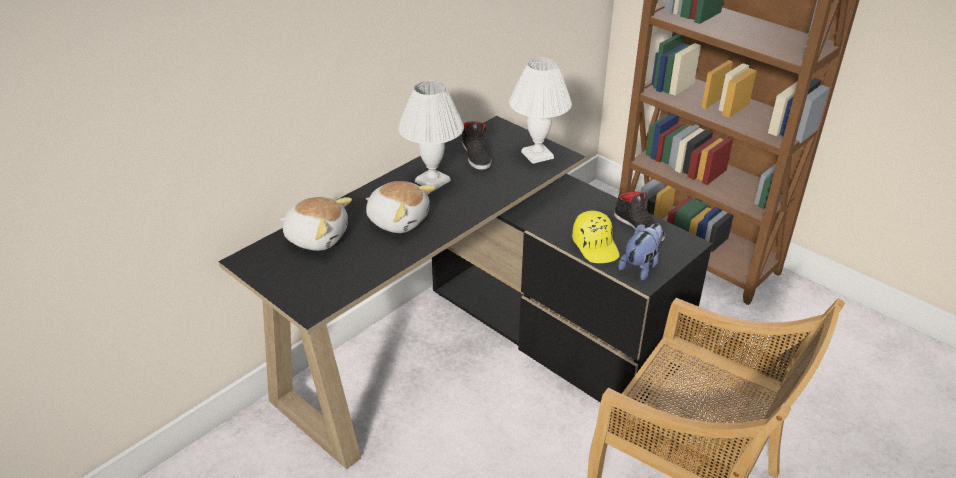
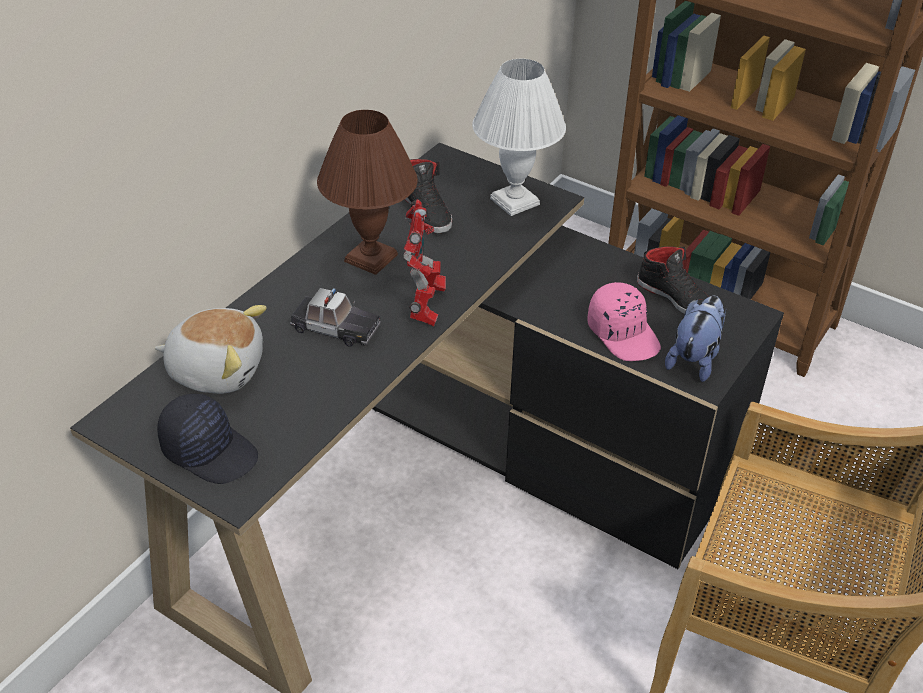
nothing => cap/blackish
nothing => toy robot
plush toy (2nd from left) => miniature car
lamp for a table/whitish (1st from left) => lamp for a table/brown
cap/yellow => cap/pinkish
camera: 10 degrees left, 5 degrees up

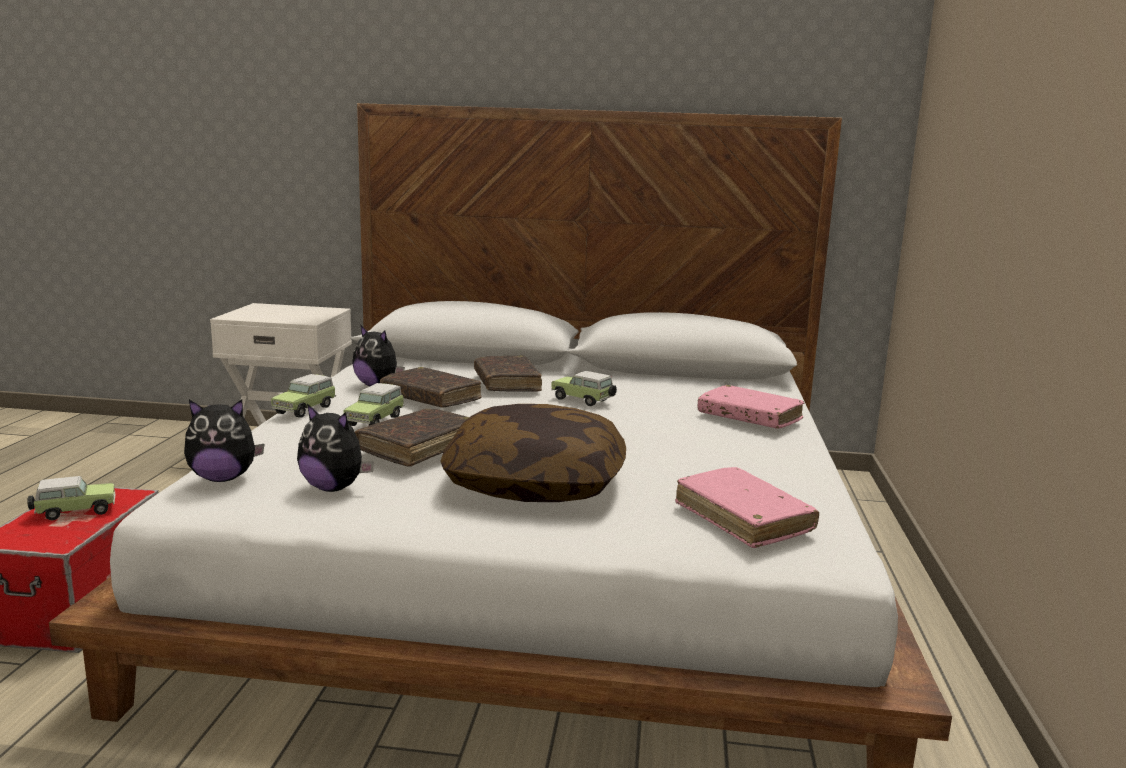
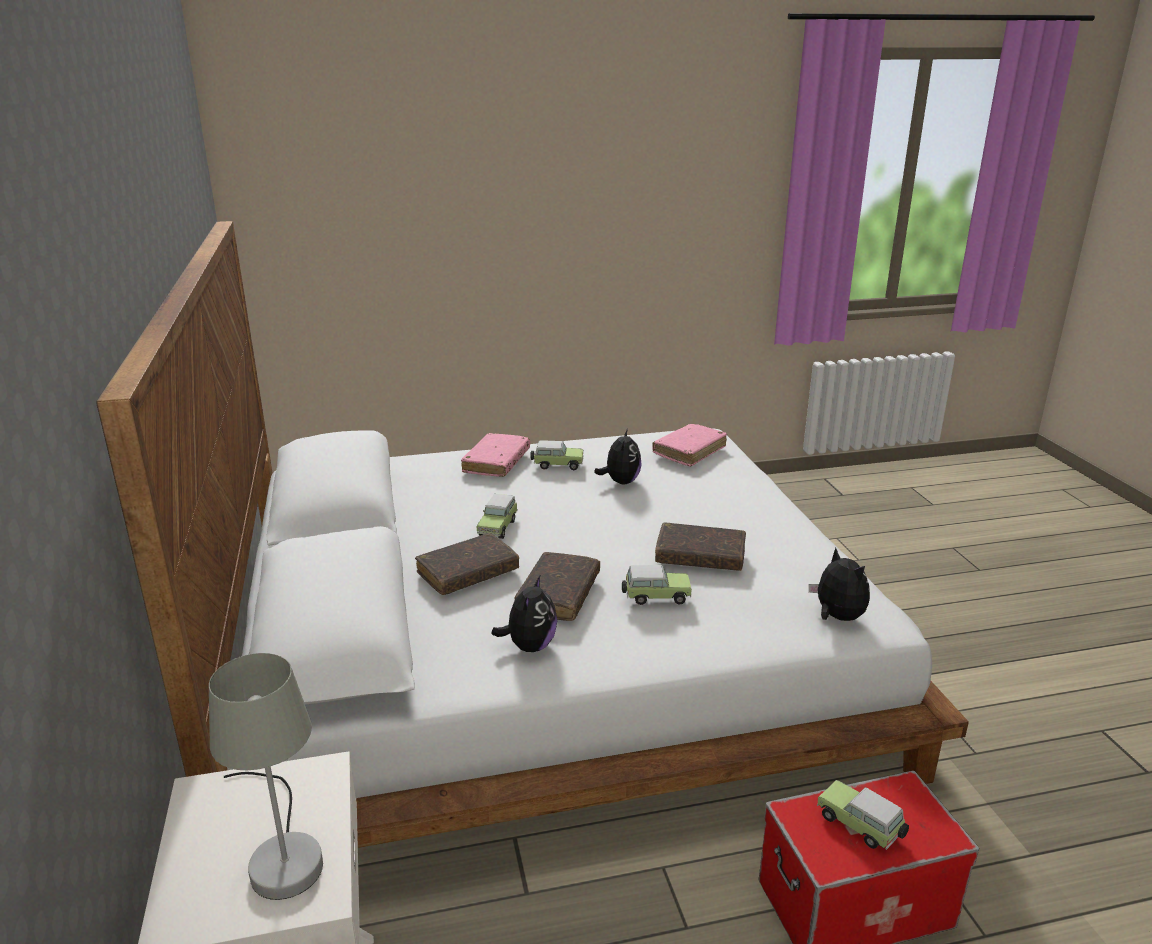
cushion => nothing
nothing => lamp for a table/grey
miniature car (2nd from left), moved
plush toy (2nd from left), moved
camera: 110 degrees left, 10 degrees up

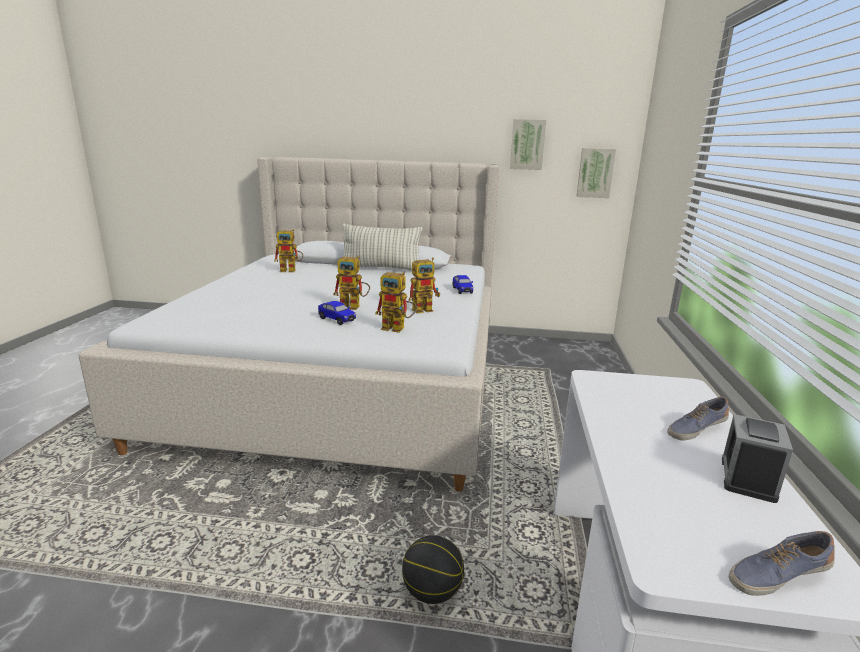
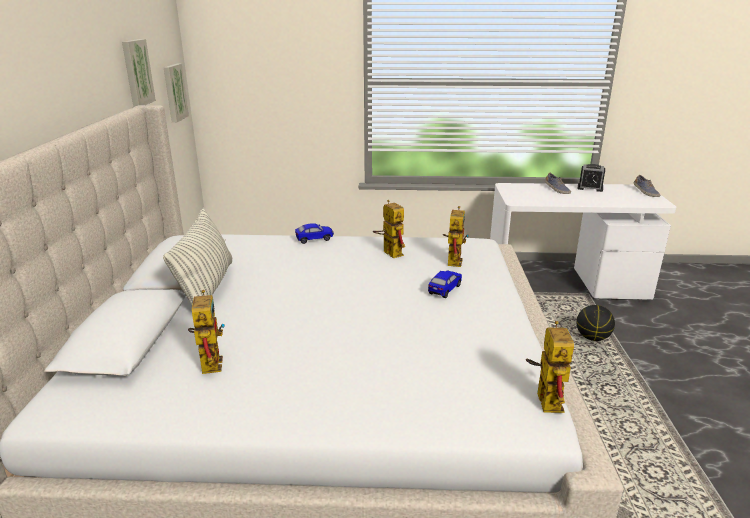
toy robot (2nd from left in the first image) => toy robot (4th from left), moved
camera: 95 degrees left, 5 degrees up

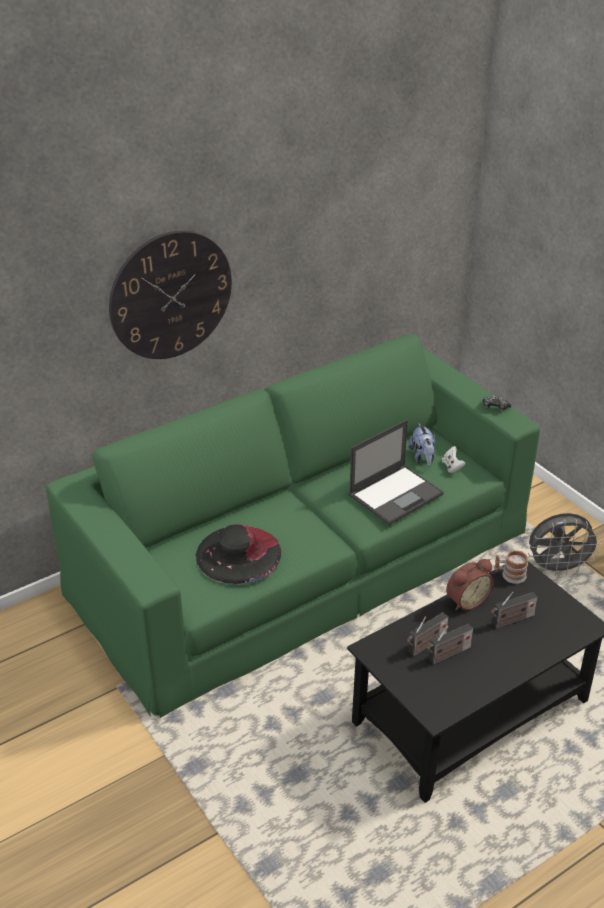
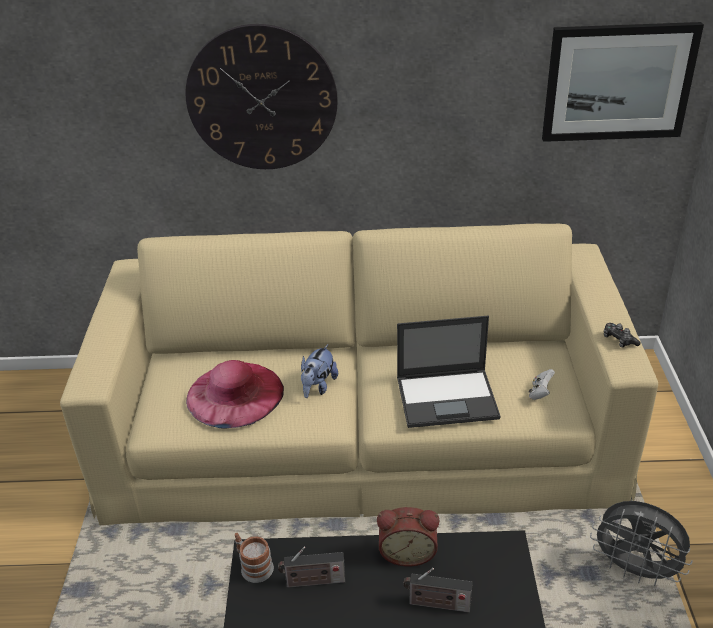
radio receiver (2nd from left) => nothing
nothing => picture
plush toy, moved
mug, moved
couch/green-coloured => couch/beige
clothing hat/blackish => clothing hat/pinkish
camera: 35 degrees right, 0 degrees up

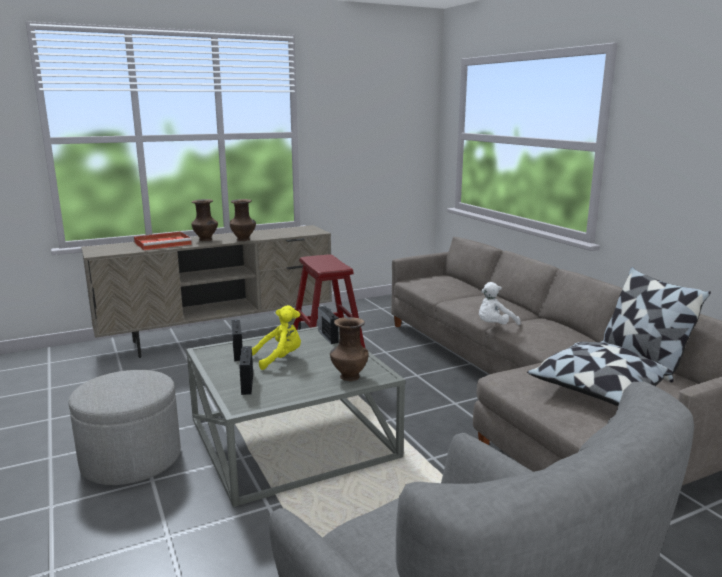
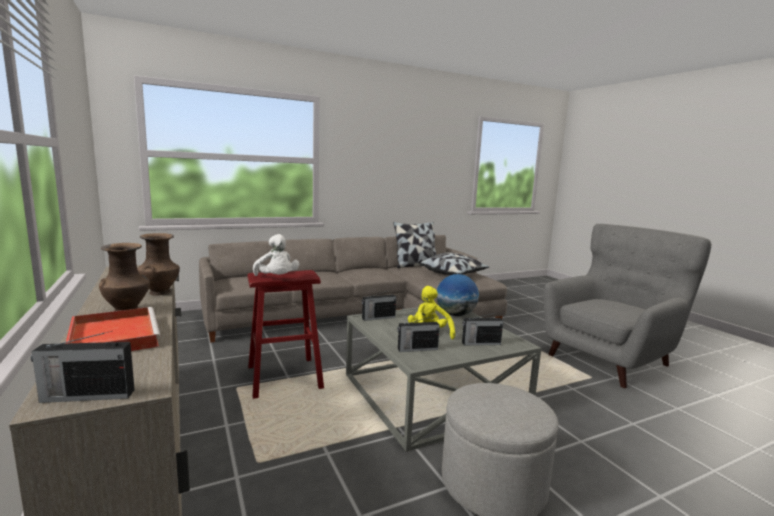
nothing => radio receiver (1st from left)
plush toy/whitish, moved
decorative vase/brown (3rd from left) => globe
camera: 90 degrees left, 5 degrees down

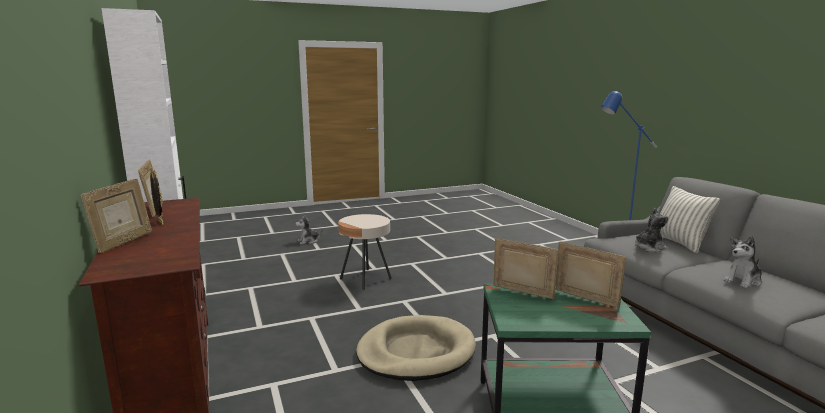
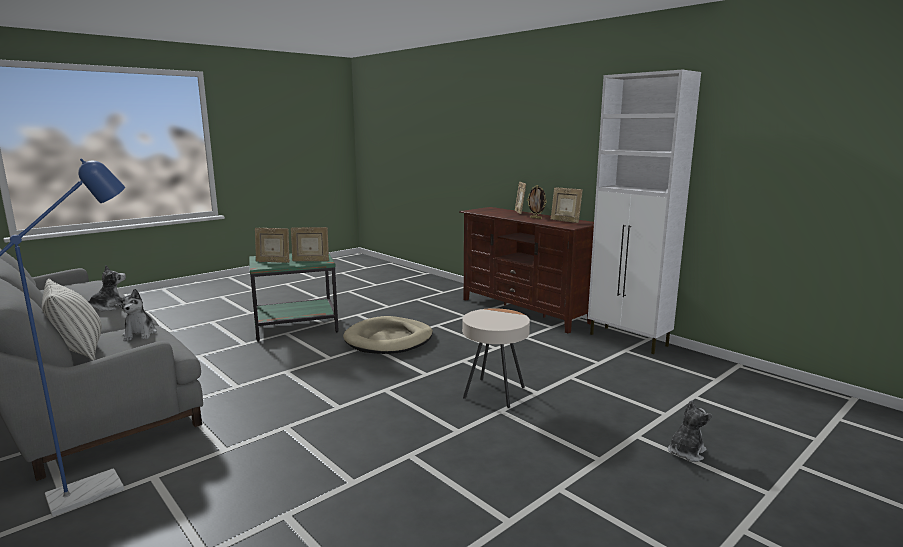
plush toy (2nd from left), 60 degrees counterclockwise
camera: 160 degrees right, 0 degrees up

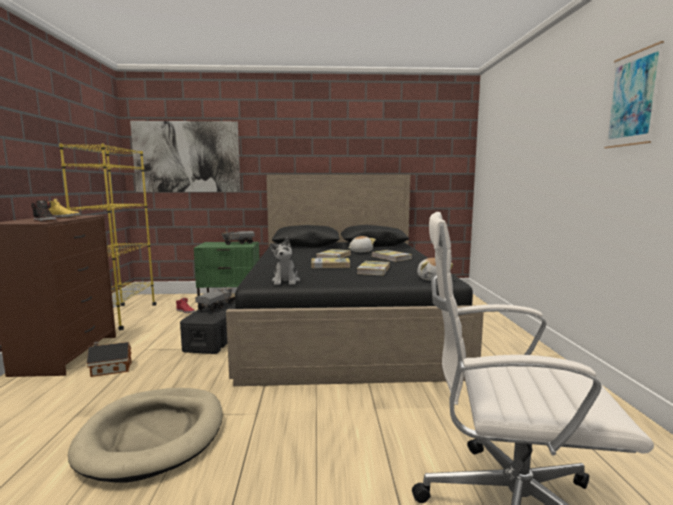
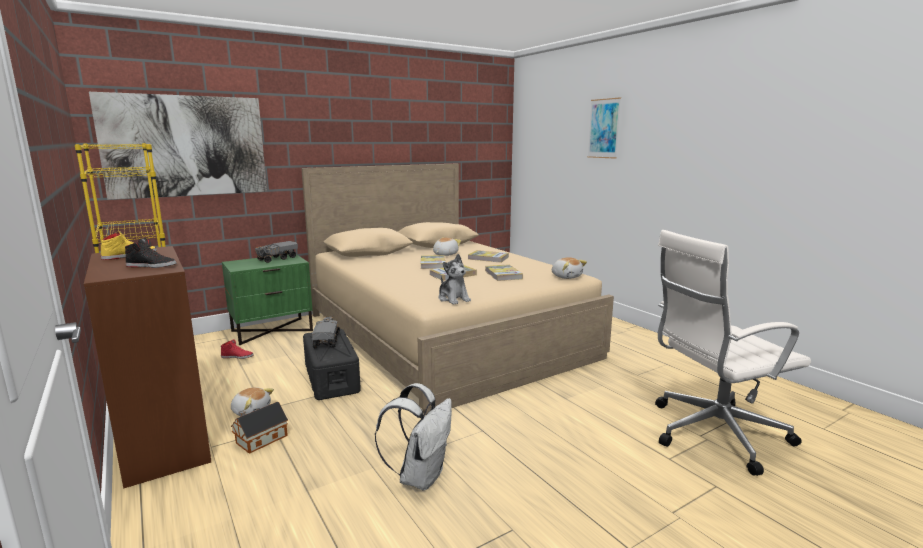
nothing => plush toy (1st from left)
picture (2nd from left), moved
dog cushion/beige => backpack/whitish
bedroom bed/blackish => bedroom bed/beige
camera: 30 degrees left, 5 degrees up

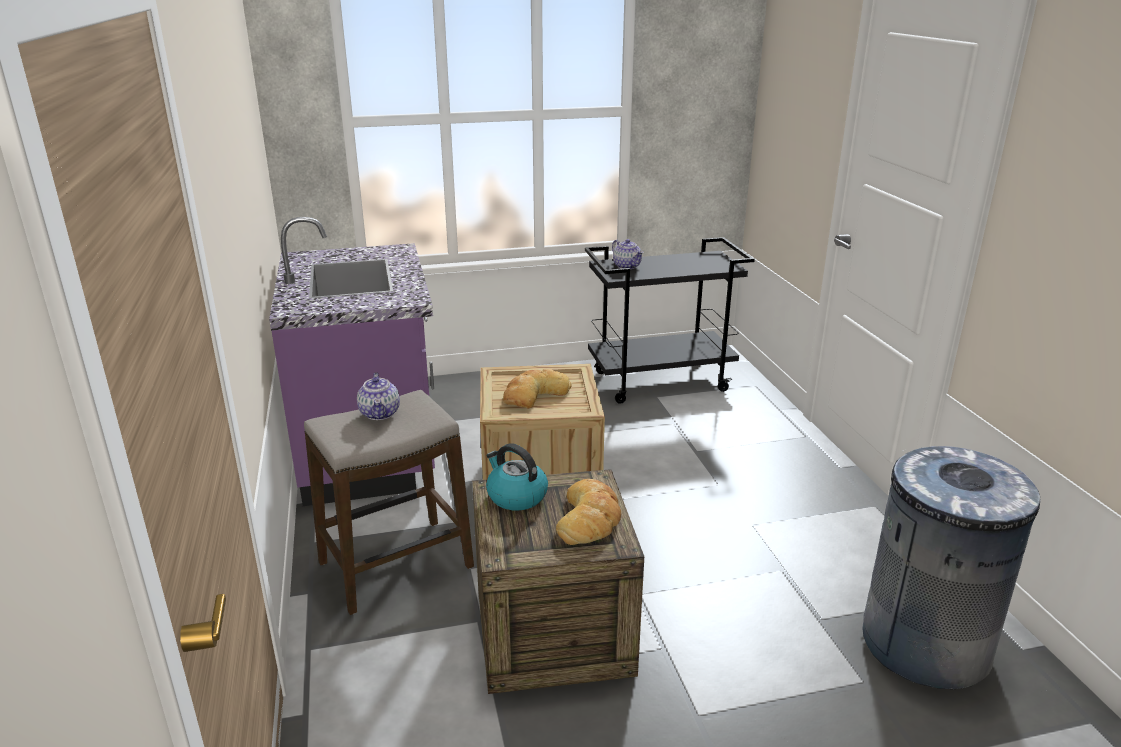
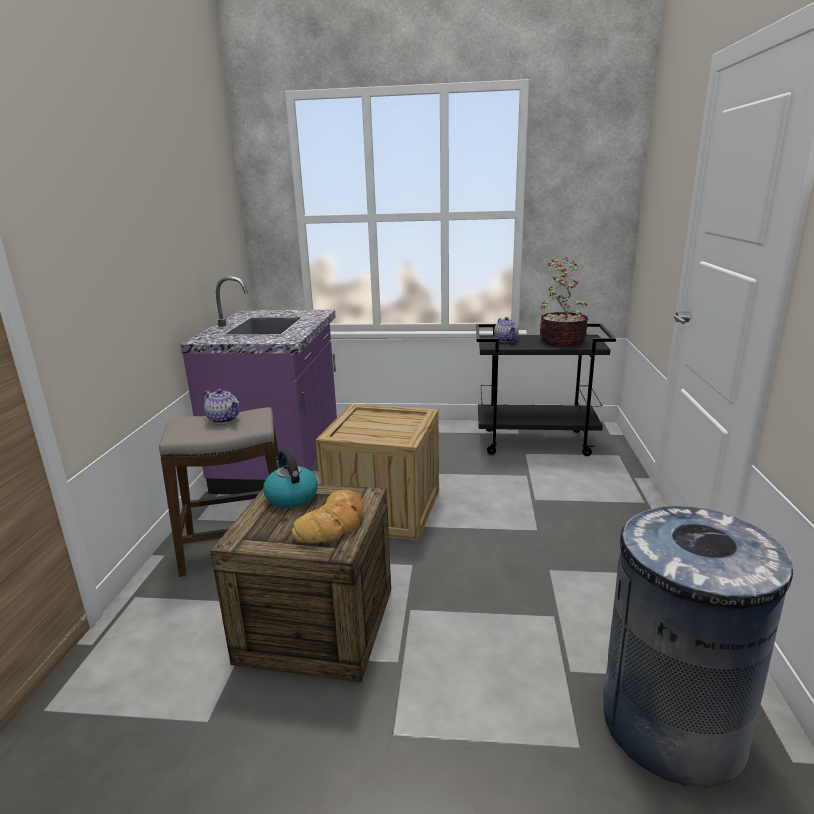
bakery bread (1st from left) => nothing
nothing => plant in a pot
teapot (1st from left), 60 degrees counterclockwise
camera: 20 degrees right, 5 degrees down

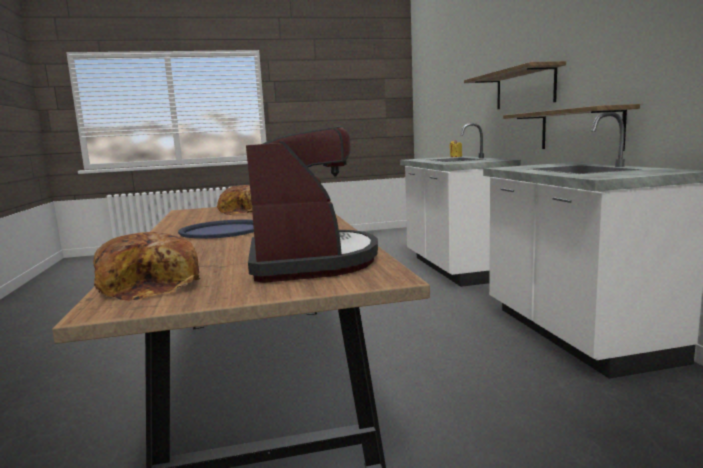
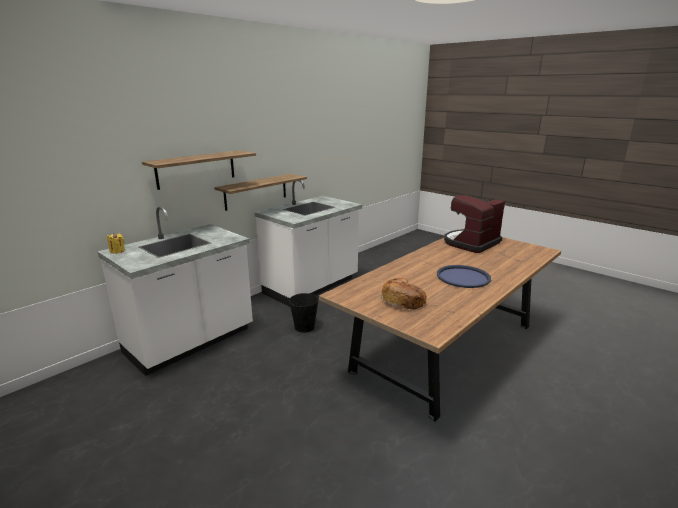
bakery bread (1st from left) => nothing
nothing => pail/blackish
camera: 125 degrees left, 10 degrees up

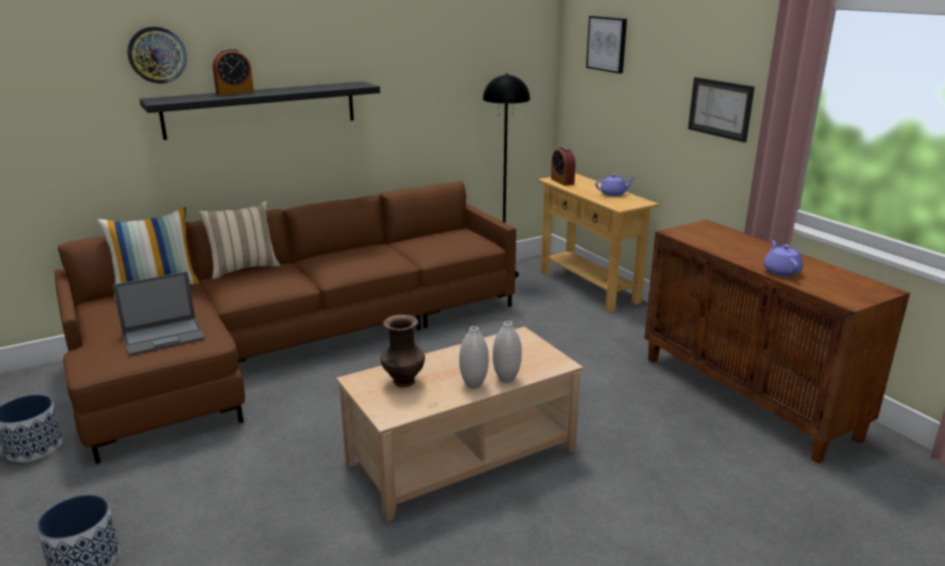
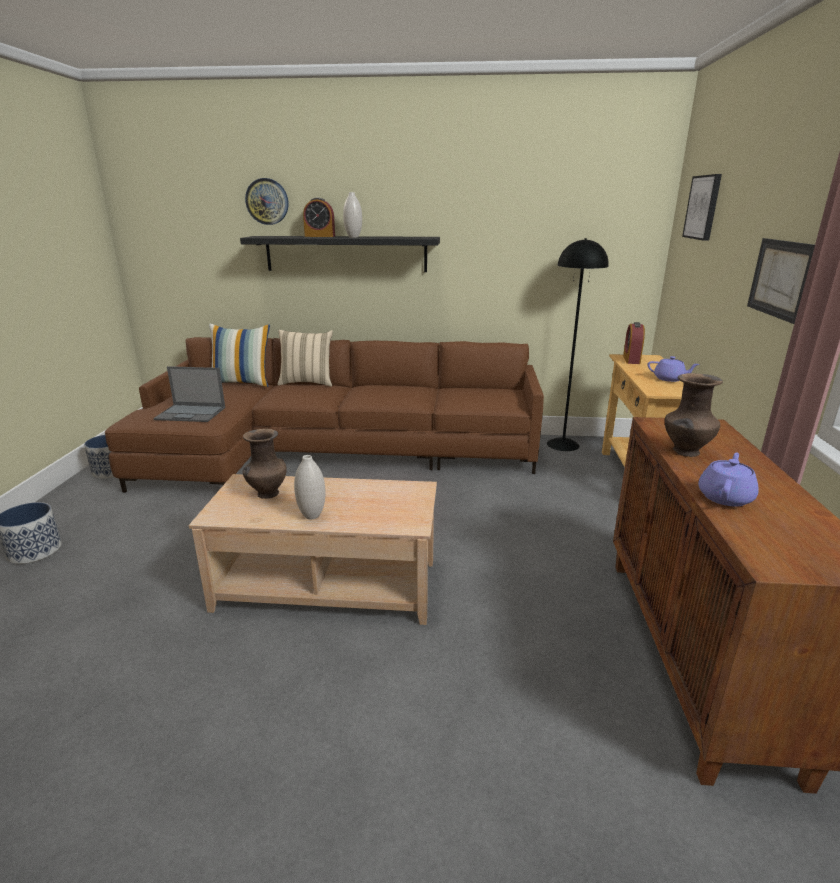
nothing => decorative vase/brown (2nd from left)
decorative vase/whitish (2nd from left), moved
camera: 35 degrees right, 0 degrees up

